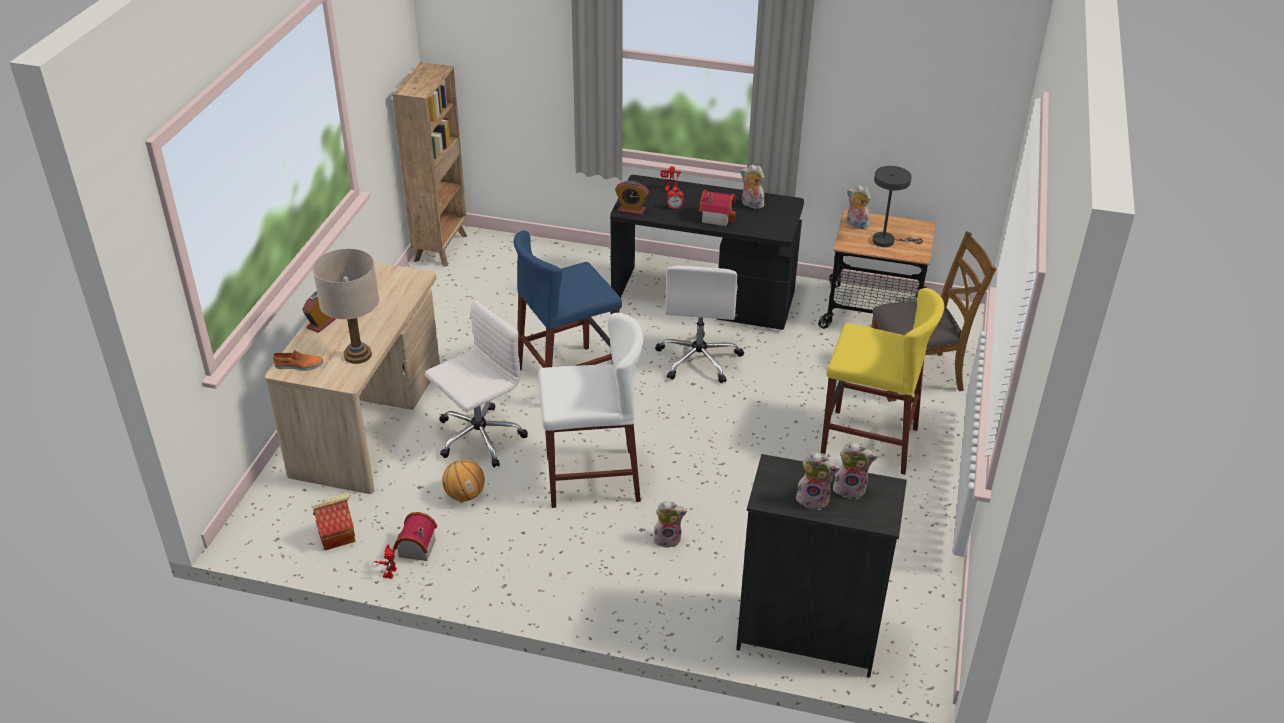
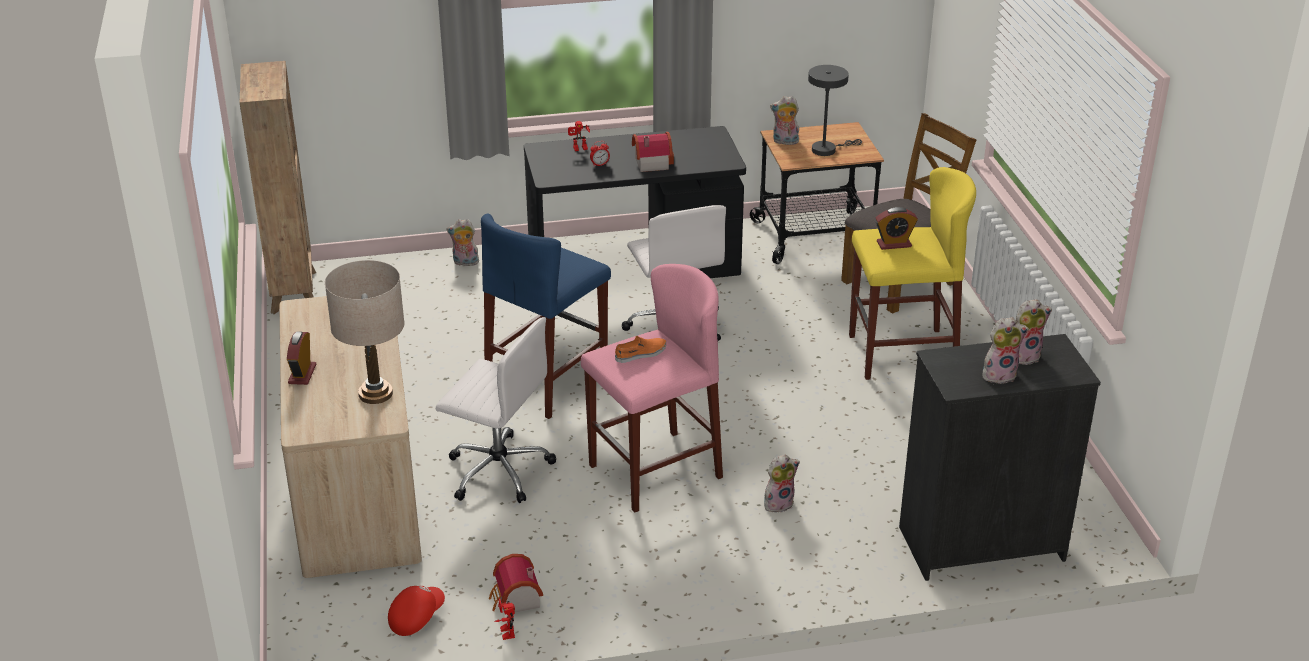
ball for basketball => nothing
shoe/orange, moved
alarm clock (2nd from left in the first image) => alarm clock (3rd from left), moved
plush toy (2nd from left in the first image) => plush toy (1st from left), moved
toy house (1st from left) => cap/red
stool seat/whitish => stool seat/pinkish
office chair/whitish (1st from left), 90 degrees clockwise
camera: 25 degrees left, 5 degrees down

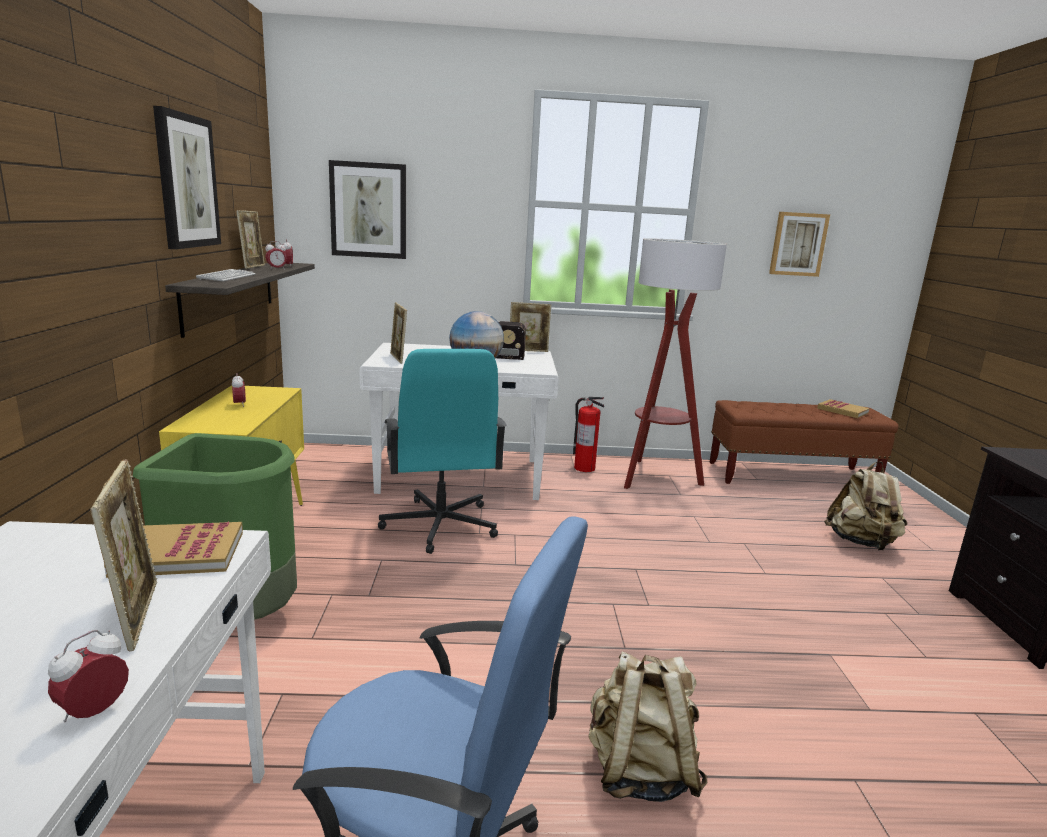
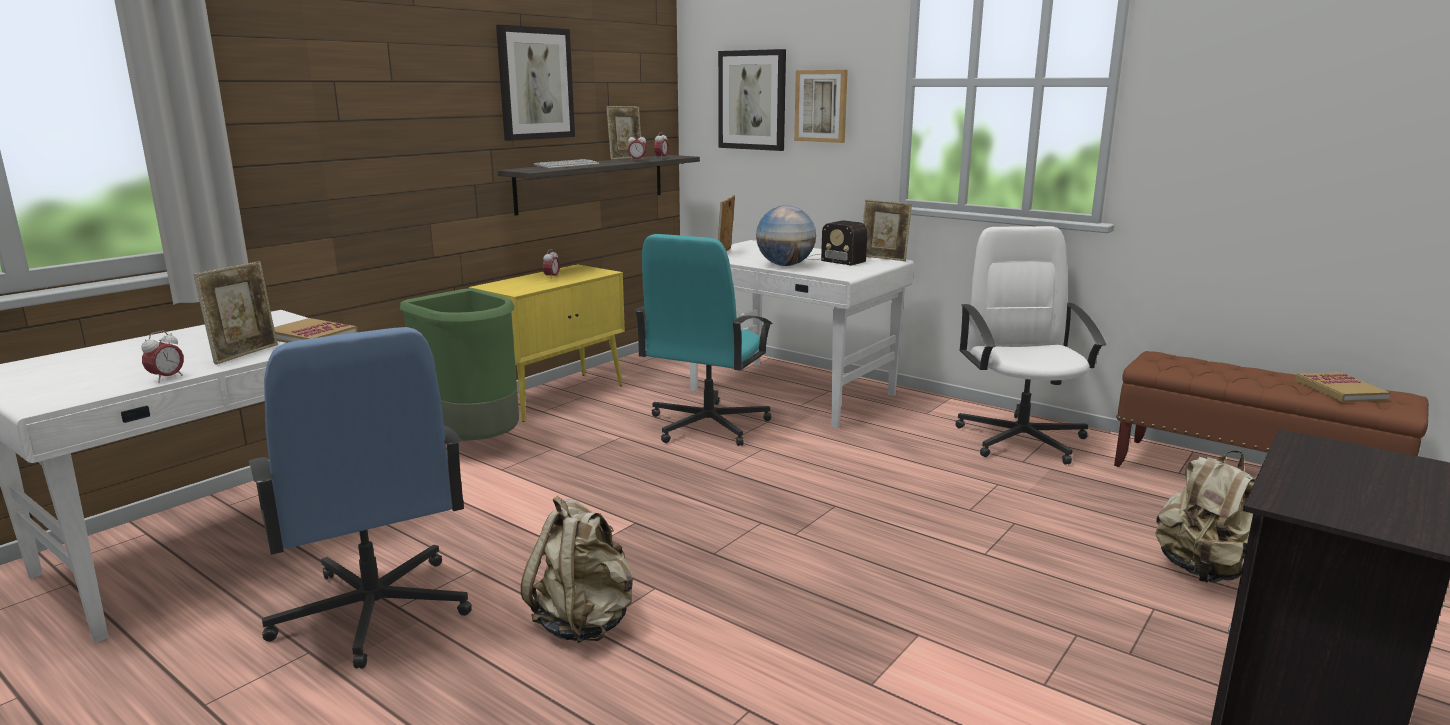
fire-fighting cylinder => nothing
picture (3rd from left), moved
standard lamp => office chair/whitish
alarm clock (1st from left), 135 degrees clockwise
camera: 40 degrees right, 0 degrees up

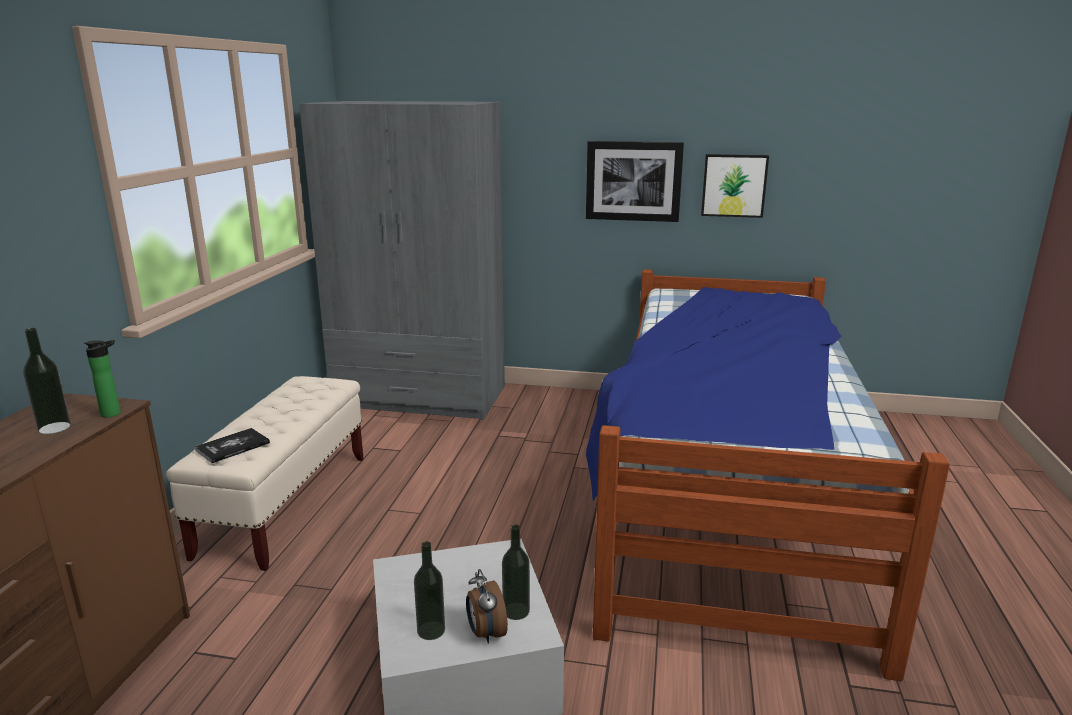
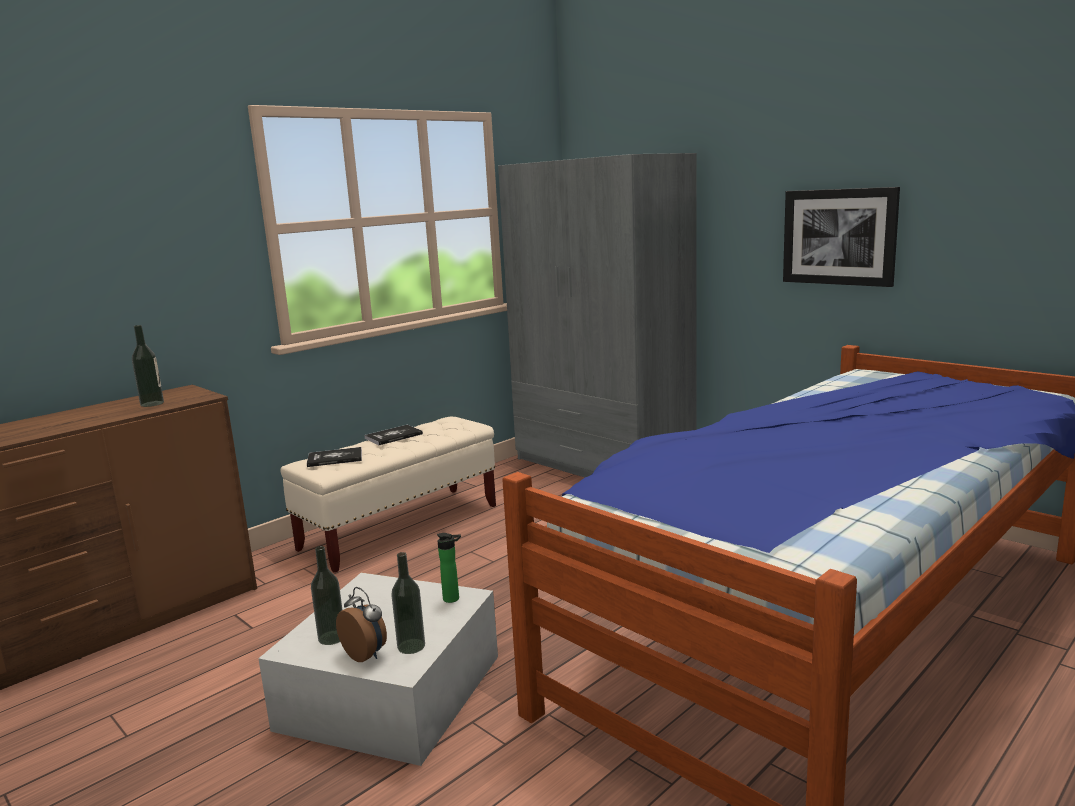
picture (2nd from left) => nothing
nothing => bound book (2nd from left)
bottle (2nd from left in the first image) => bottle (4th from left), moved
alarm clock, 120 degrees clockwise
camera: 35 degrees right, 5 degrees down

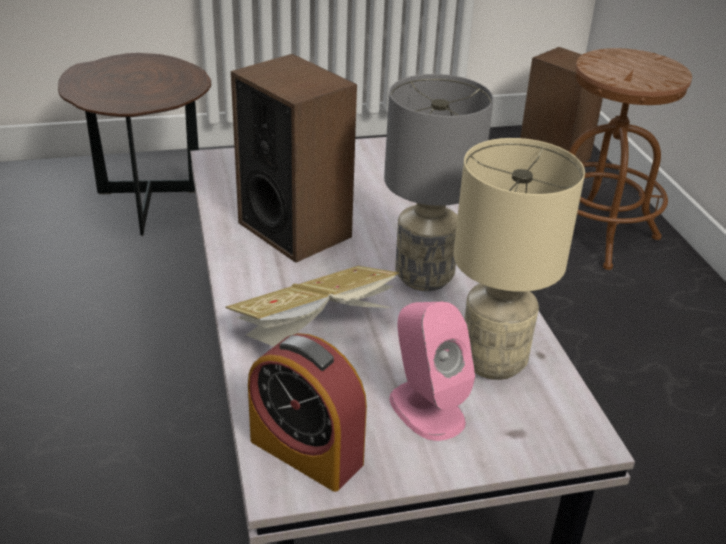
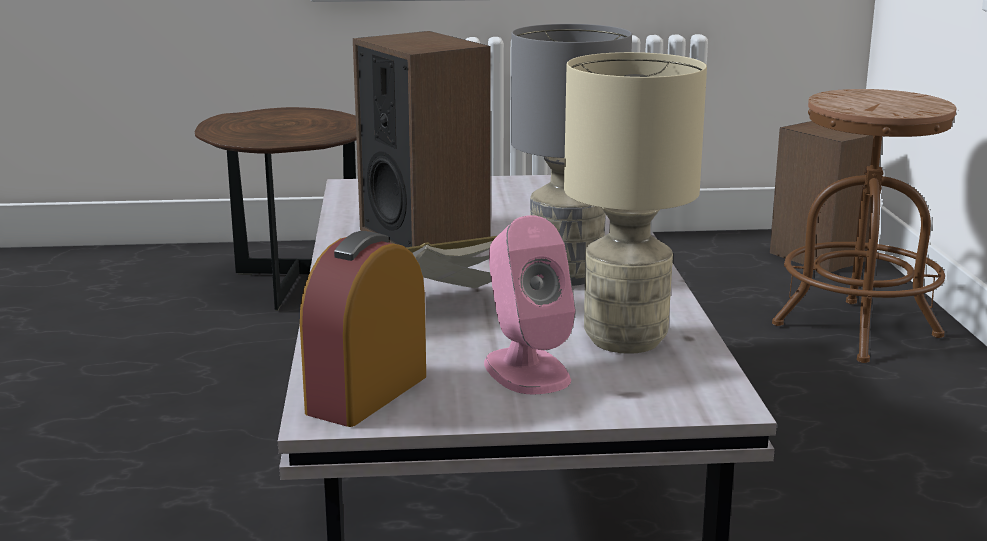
alarm clock, 75 degrees clockwise
camera: 10 degrees right, 15 degrees down

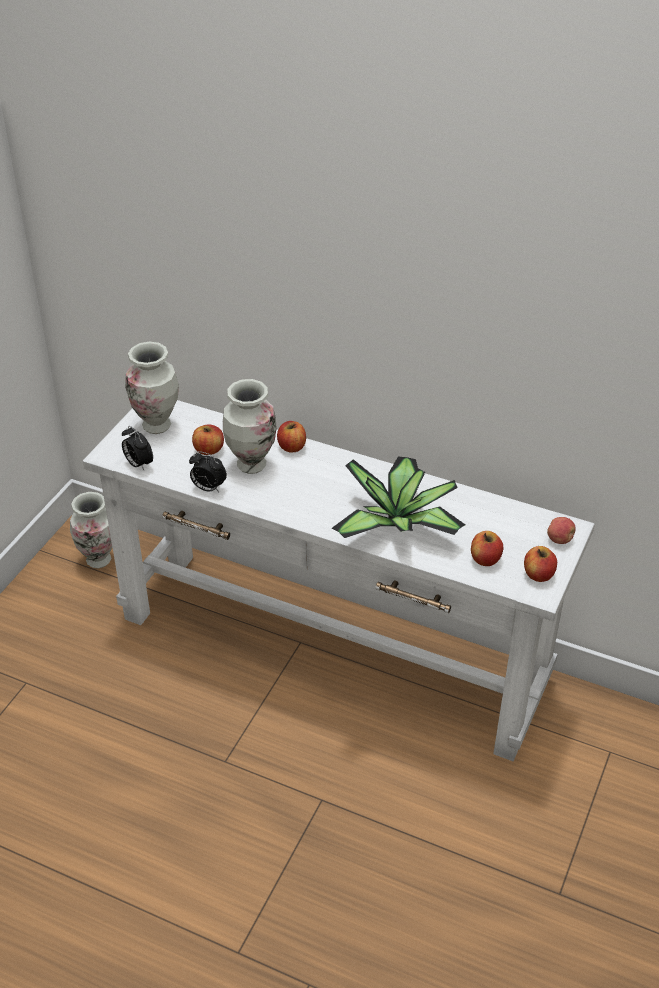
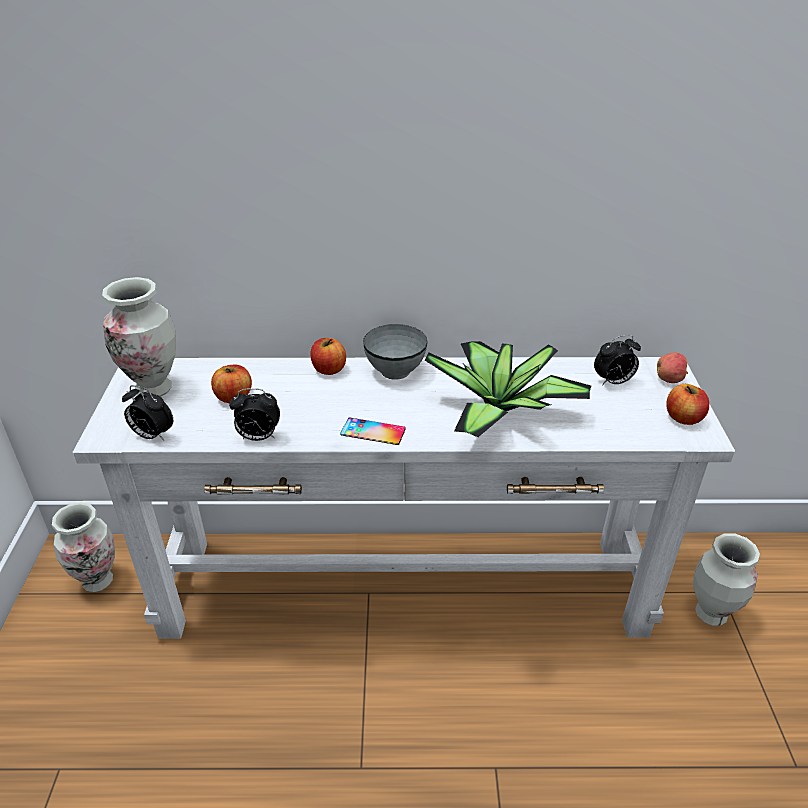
apple (3rd from left) => nothing
nothing => phone
nothing => bowl/grey
nothing => alarm clock (3rd from left)
decorative vase (3rd from left), moved
camera: 25 degrees left, 5 degrees down

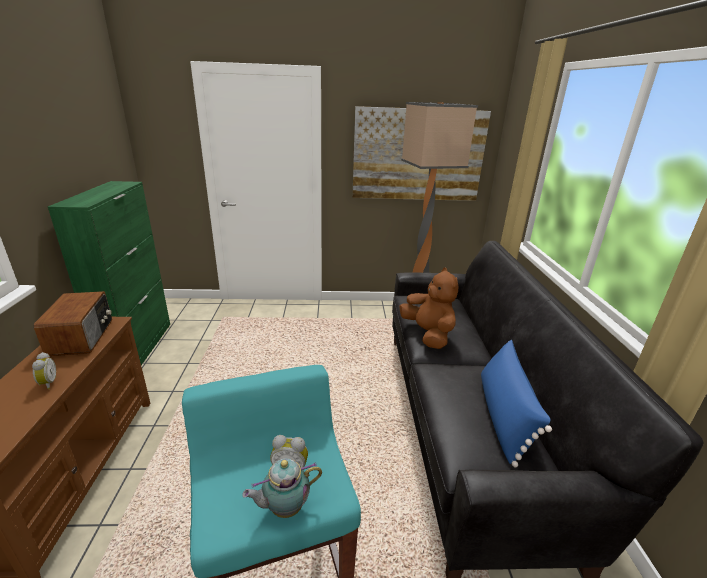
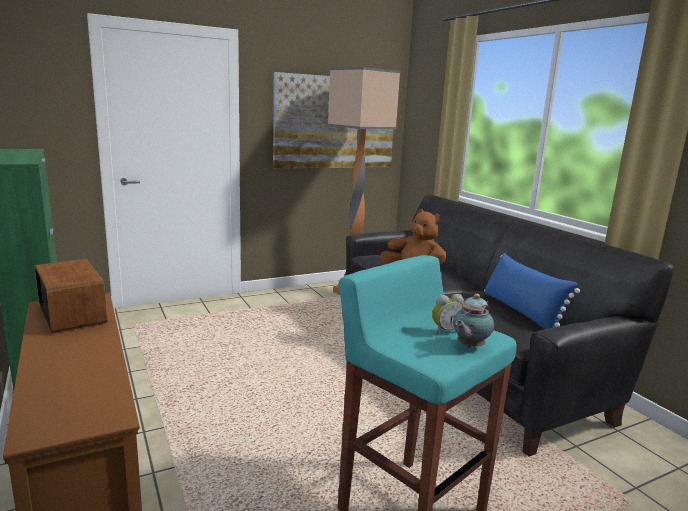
alarm clock (1st from left) => nothing
camera: 25 degrees left, 10 degrees down

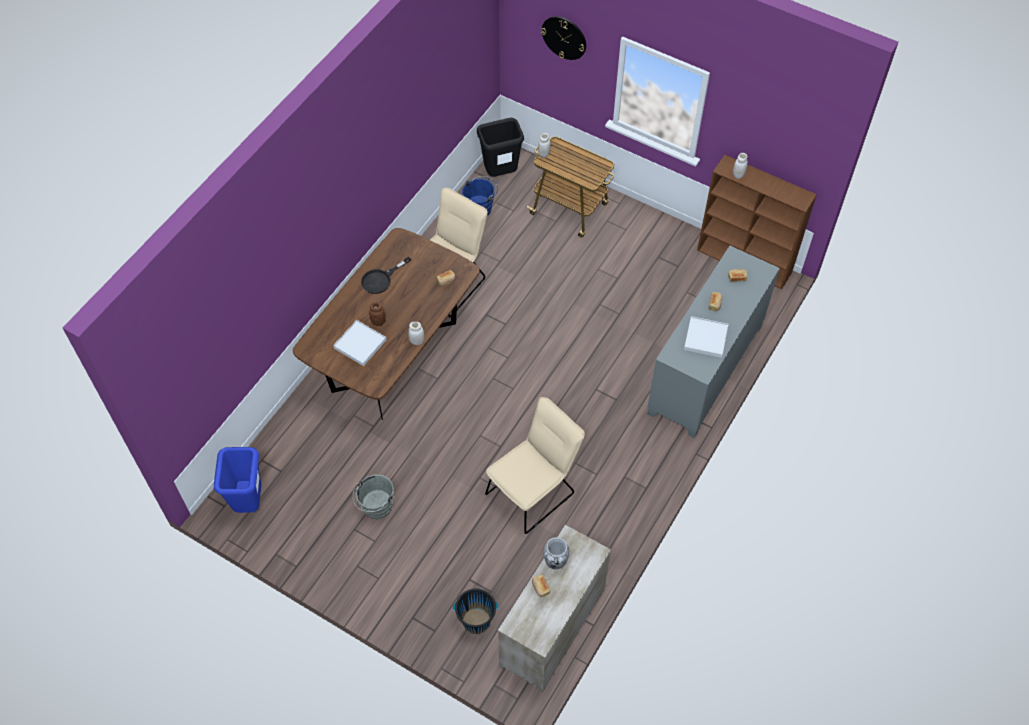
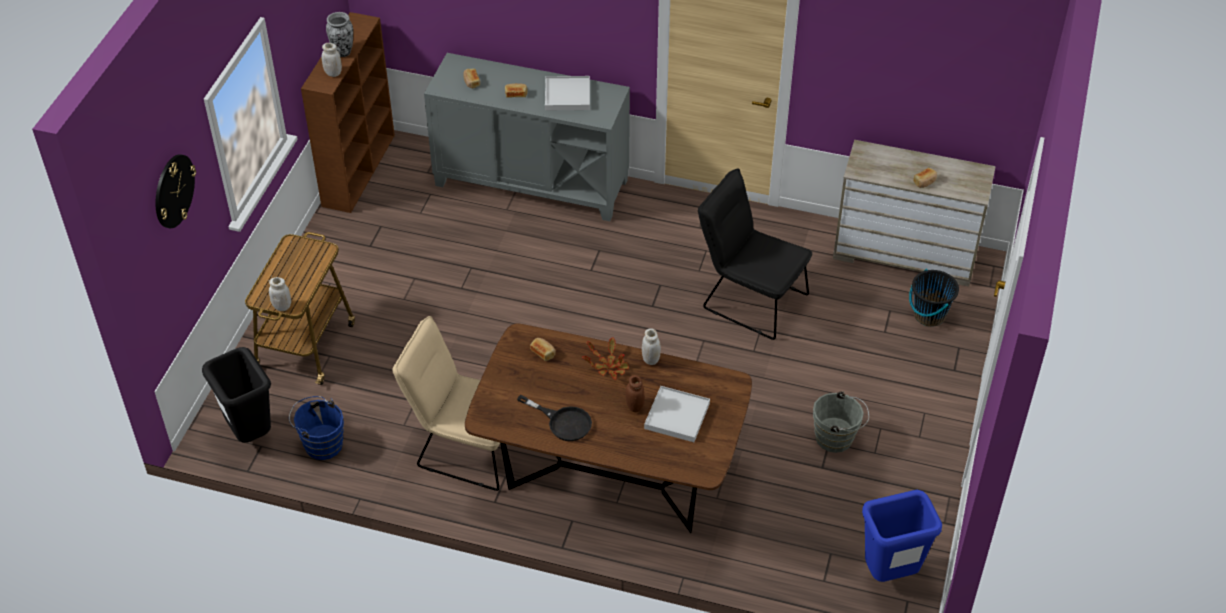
nothing => plant in a pot
decorative vase, moved
chair/beige (2nd from left) => chair/blackish
camera: 105 degrees left, 10 degrees down

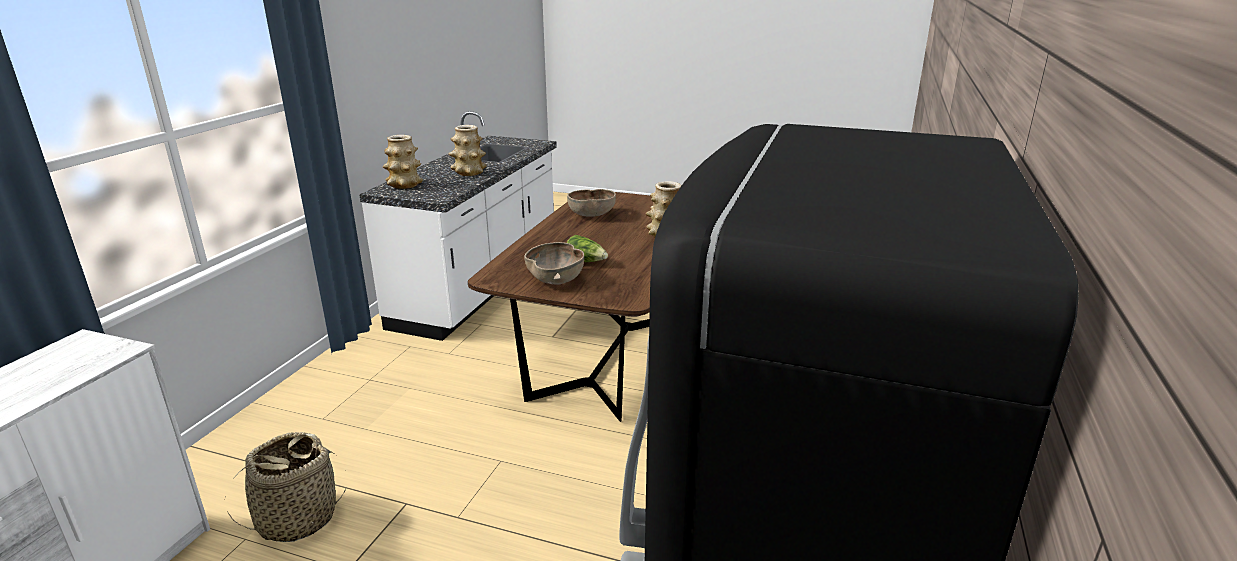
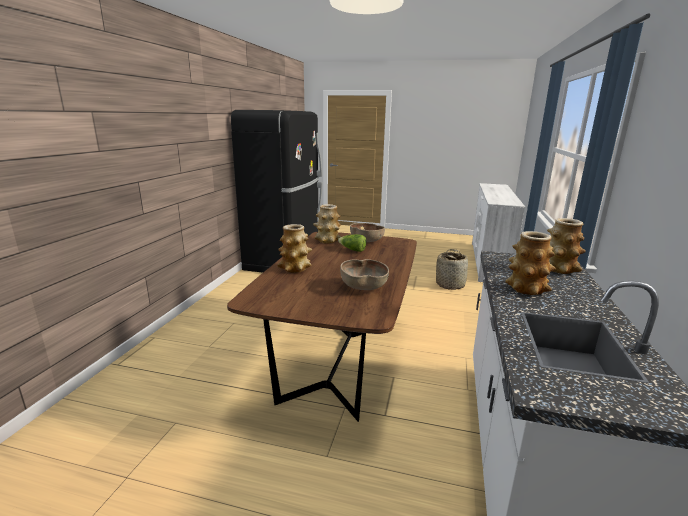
nothing => decorative vase (2nd from left)
camera: 175 degrees right, 5 degrees down

